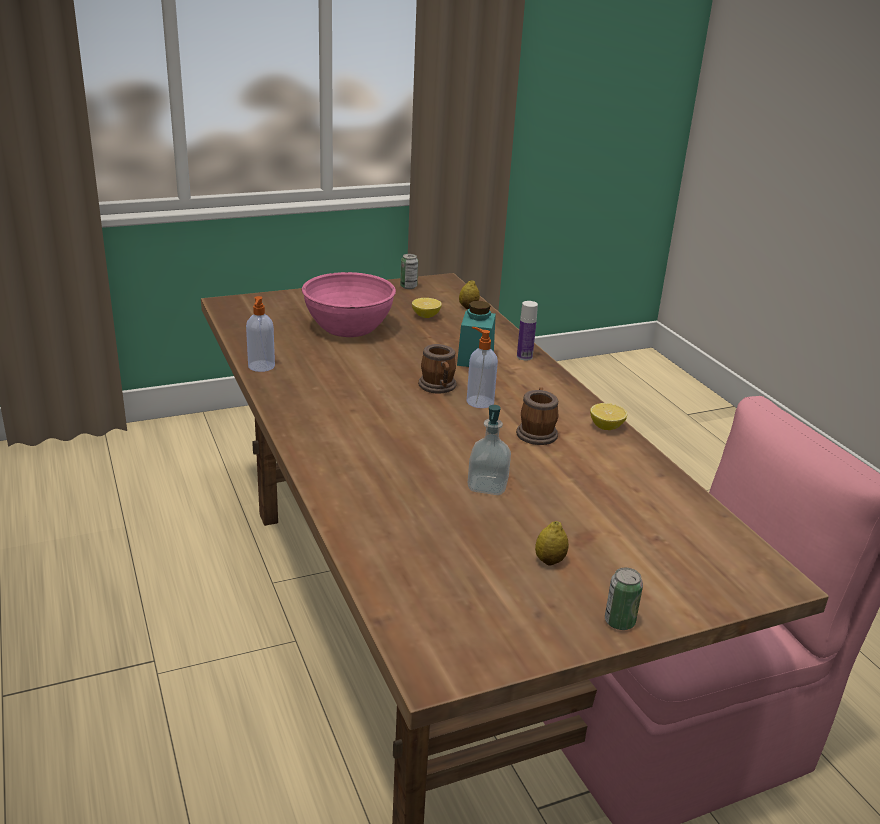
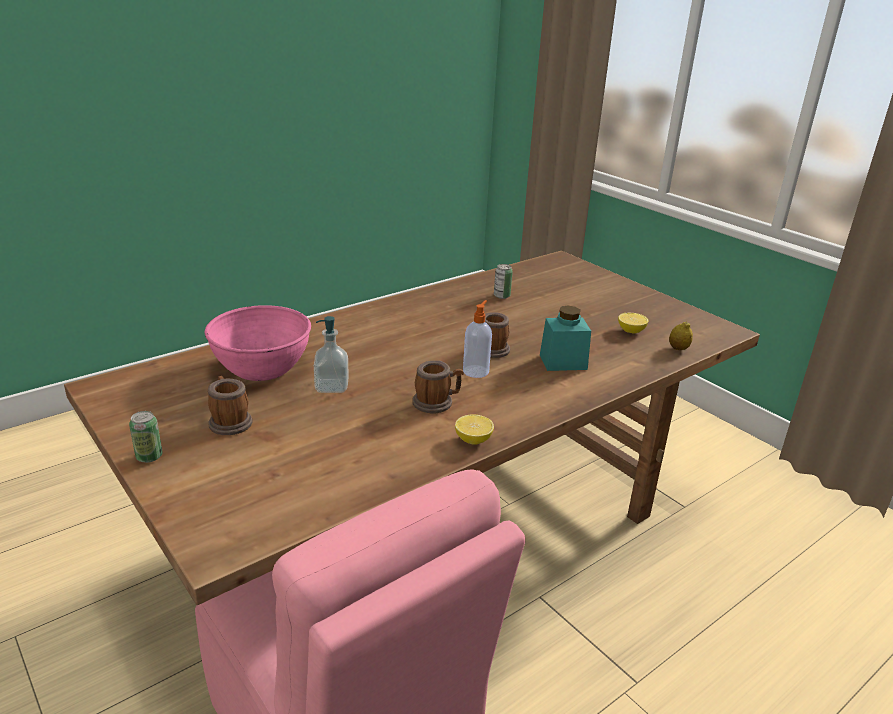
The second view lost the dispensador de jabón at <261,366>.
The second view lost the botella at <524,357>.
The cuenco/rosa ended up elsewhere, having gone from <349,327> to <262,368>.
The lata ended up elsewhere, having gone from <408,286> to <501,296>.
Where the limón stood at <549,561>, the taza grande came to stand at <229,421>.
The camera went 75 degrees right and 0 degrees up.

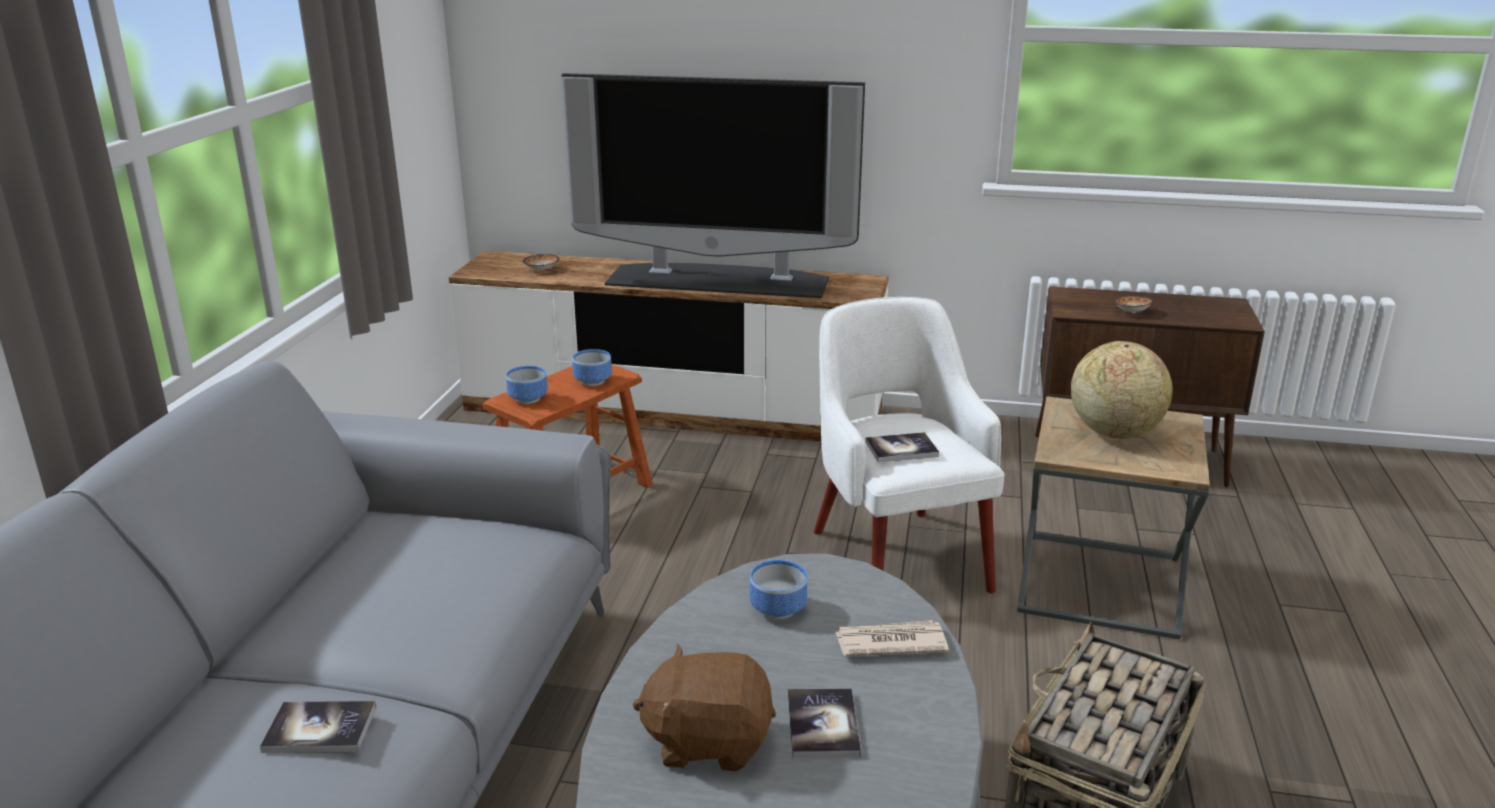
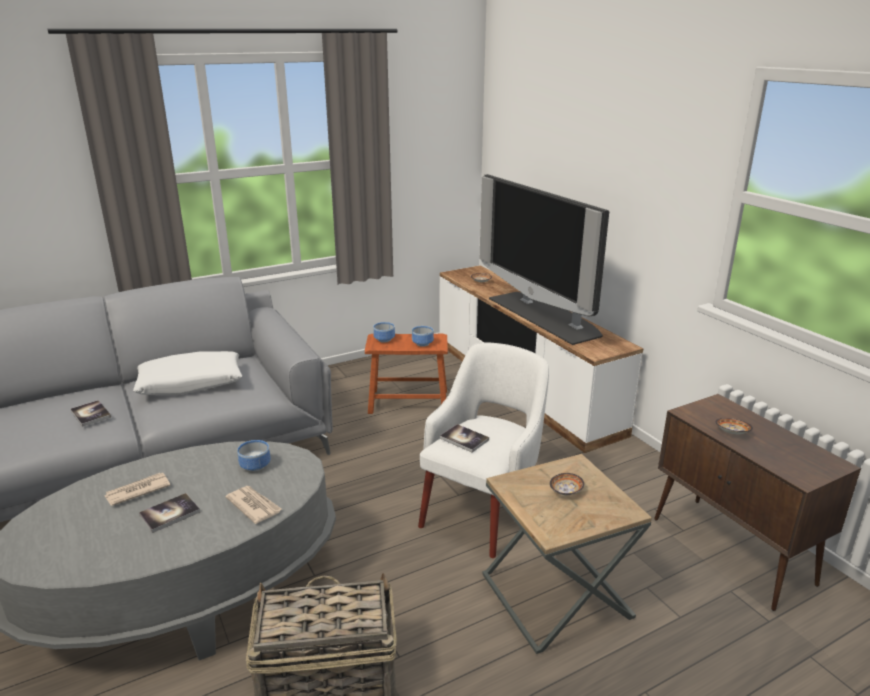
The second view gained the cojín/blanco at <191,383>.
Where the peluche/marrón stood at <708,741>, the periódico came to stand at <137,491>.
Where the globo terráqueo stood at <1114,432>, the cuenco came to stand at <566,492>.
The camera went 50 degrees right and 0 degrees up.

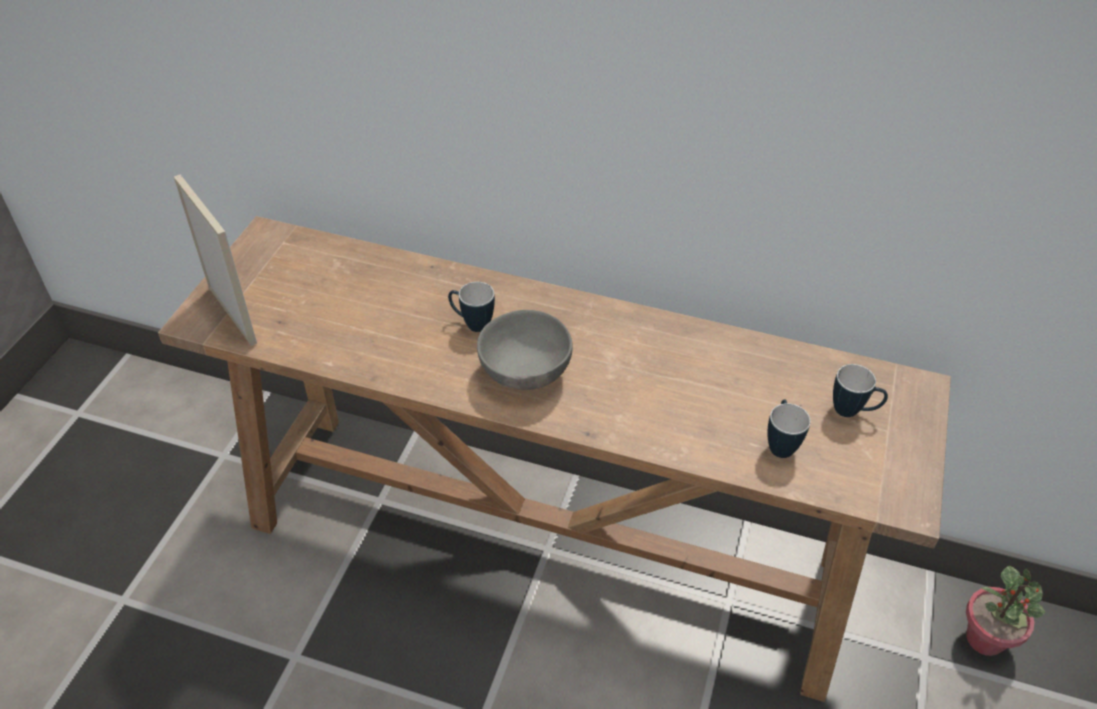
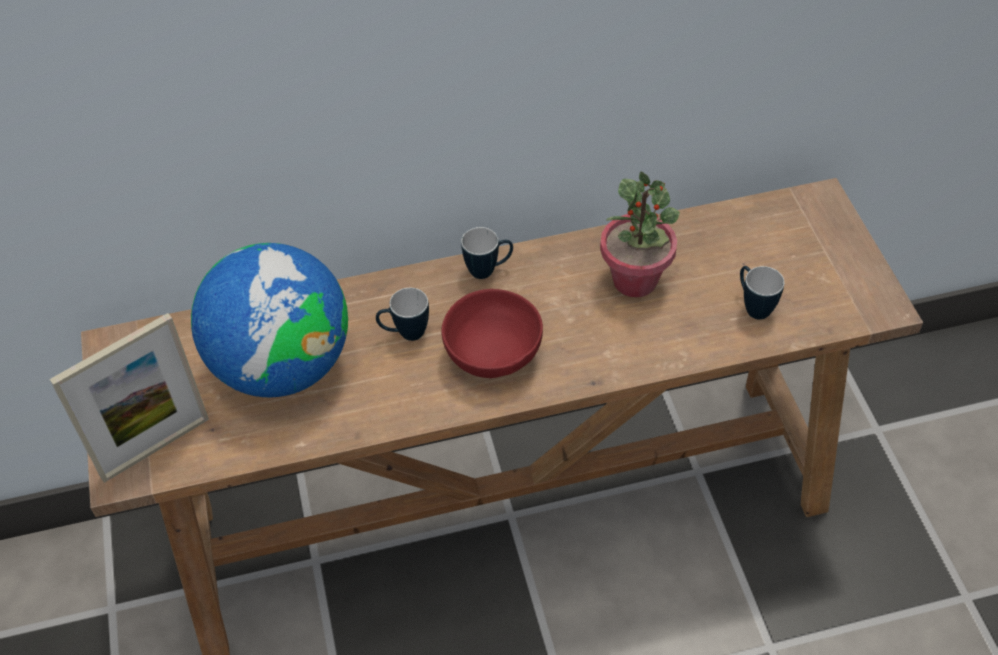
The second view gained the globo terráqueo at <282,366>.
The taza grande ended up elsewhere, having gone from <853,411> to <488,270>.
The planta en maceta ended up elsewhere, having gone from <985,639> to <635,280>.
What was the cuenco/gris at <524,374> turned into the cuenco/rojo at <494,357>.
The portarretratos at <232,315> ended up facing another way, 120 degrees clockwise from before.
The camera went 30 degrees left and 5 degrees up.

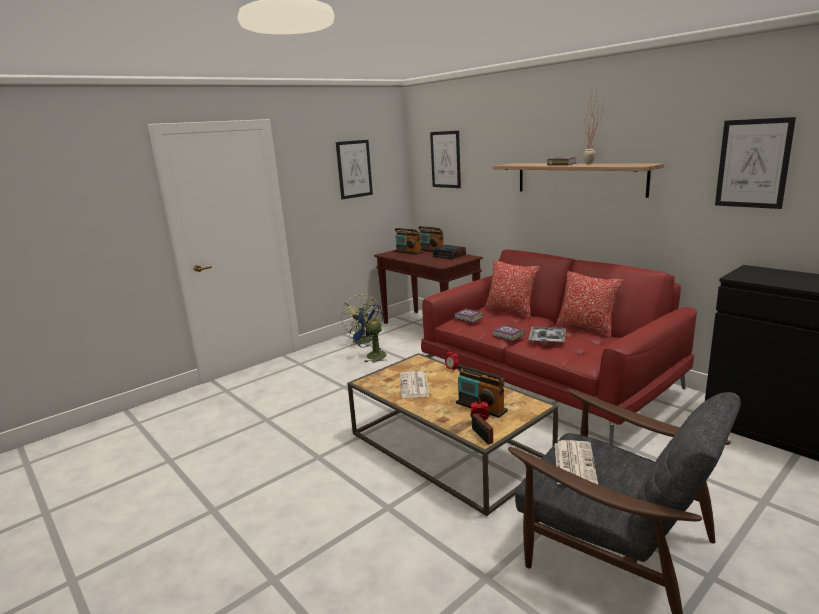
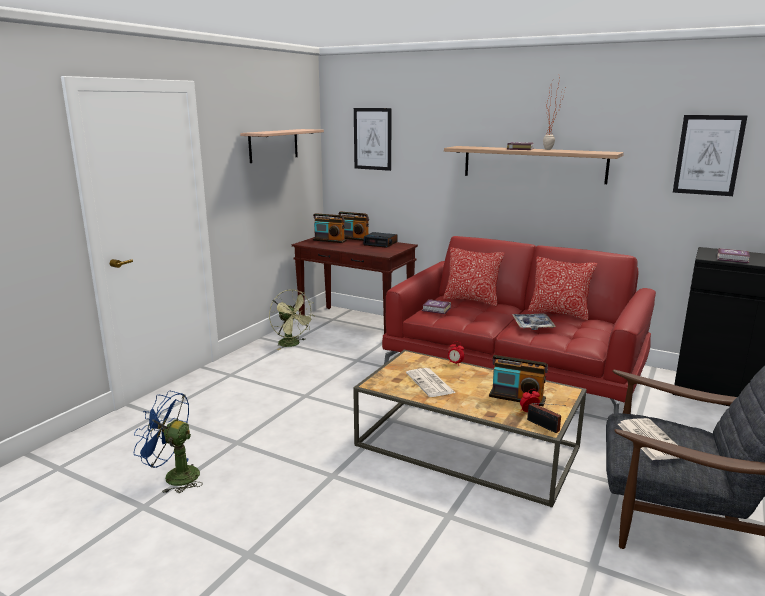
The ventilador/azul ended up elsewhere, having gone from <372,355> to <174,476>.
The libro ended up elsewhere, having gone from <508,336> to <733,259>.
Where the cuadro hung at <354,169>, the estante came to hang at <273,145>.
The camera went 20 degrees left and 0 degrees up.

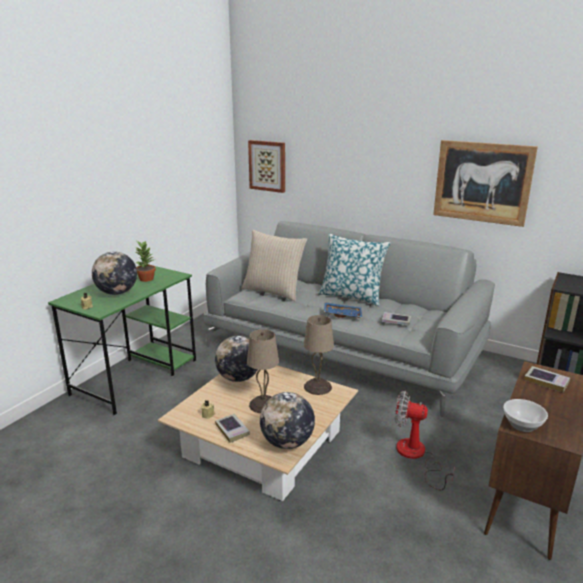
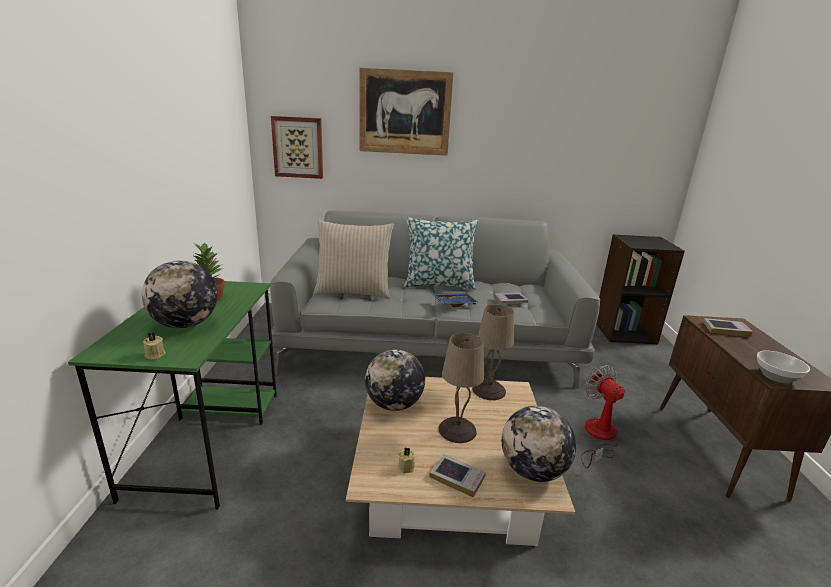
The cuadro ended up elsewhere, having gone from <482,182> to <405,112>.
The ventilador at <416,456> ended up facing another way, 75 degrees clockwise from before.
The camera went 30 degrees left and 0 degrees up.

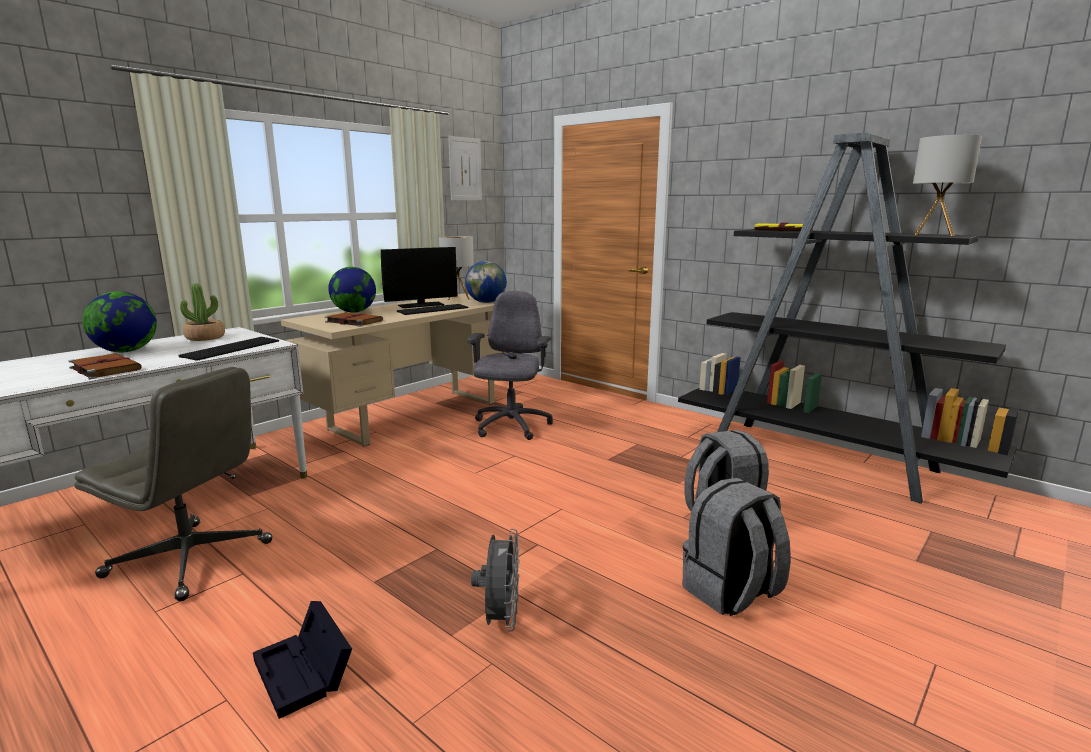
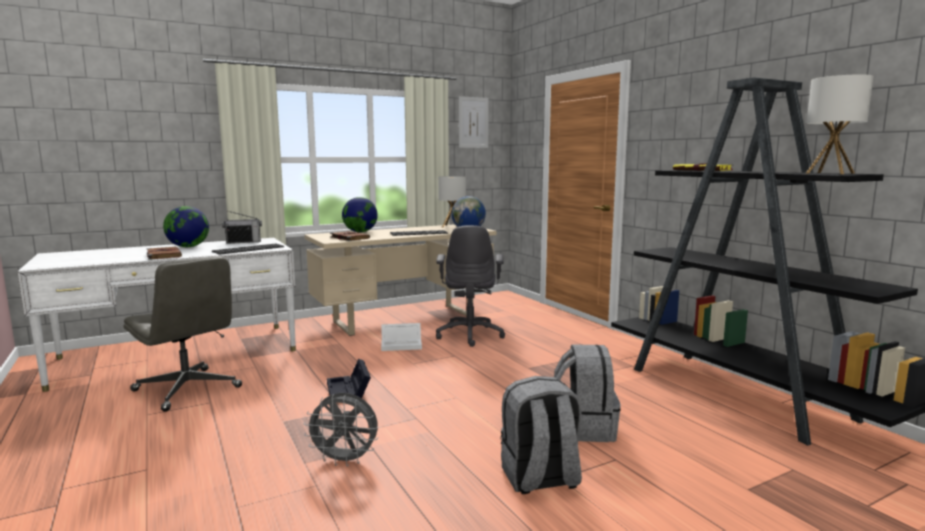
The second view lost the monitor at <421,305>.
The second view gained the caja de almacenaje/blanco at <402,344>.
The caja de almacenaje/negro ended up elsewhere, having gone from <305,673> to <349,391>.
Where the planta en maceta stood at <205,337>, the radio came to stand at <243,242>.
The silla de oficina/gris at <511,427> ended up facing another way, 150 degrees clockwise from before.
The ventilador/gris at <500,620> ended up facing another way, 75 degrees clockwise from before.
The camera went 20 degrees right and 5 degrees down.

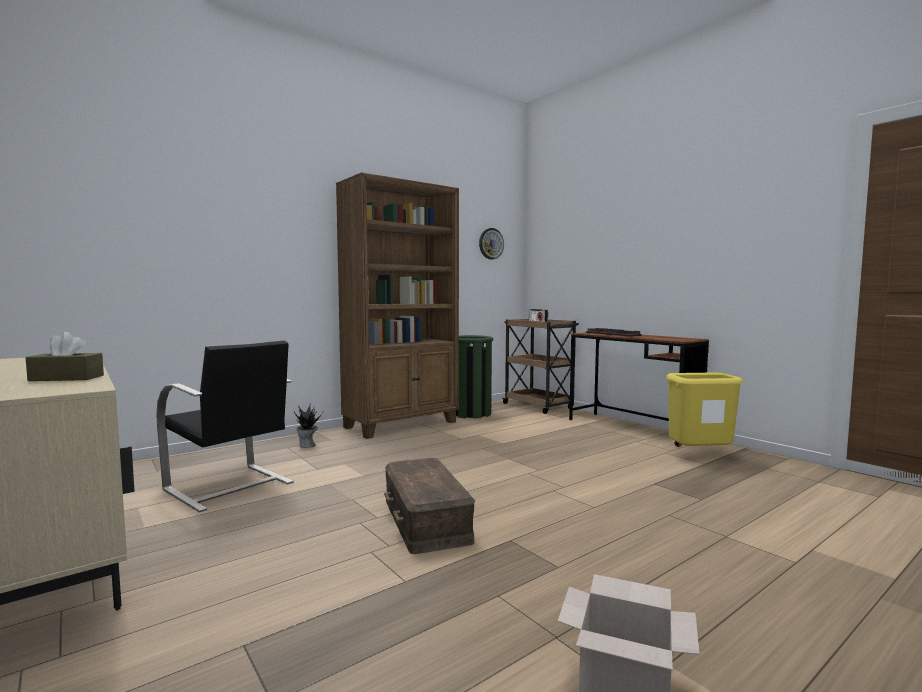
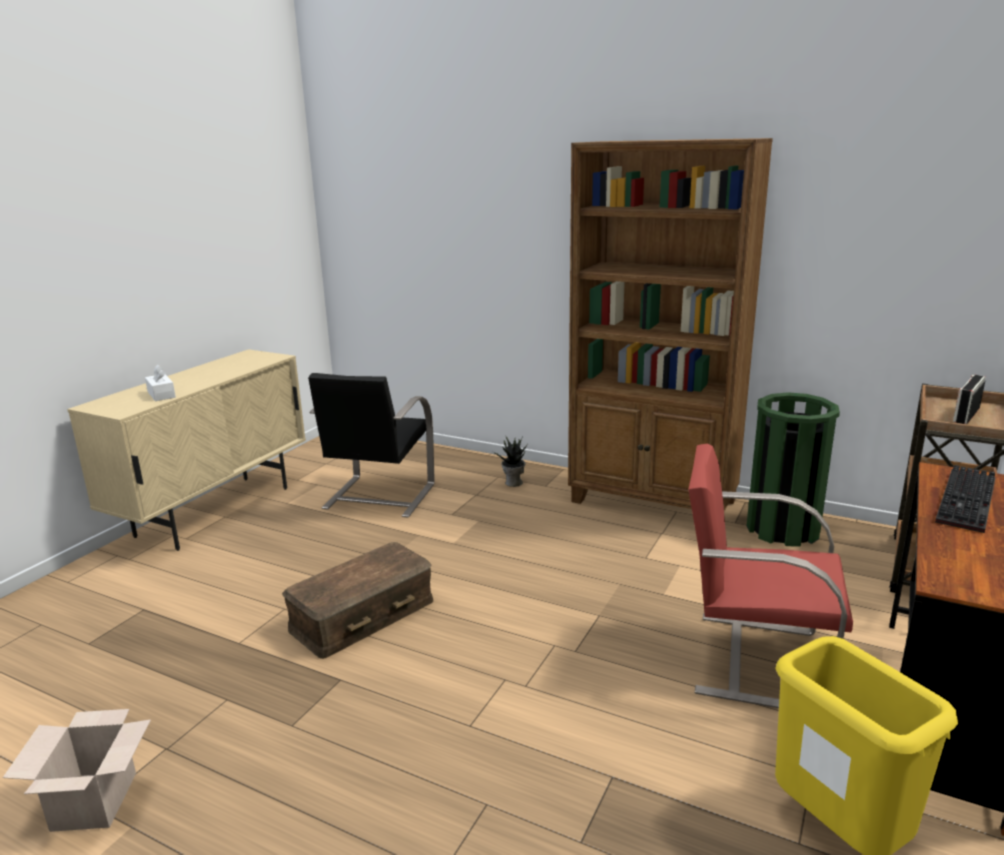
The second view lost the reloj de pared at <491,243>.
The second view gained the silla/rojo at <753,659>.
What was the caja de pañuelos/marrón at <66,378> turned into the caja de pañuelos/blanco at <161,394>.
The camera went 65 degrees right and 15 degrees up.

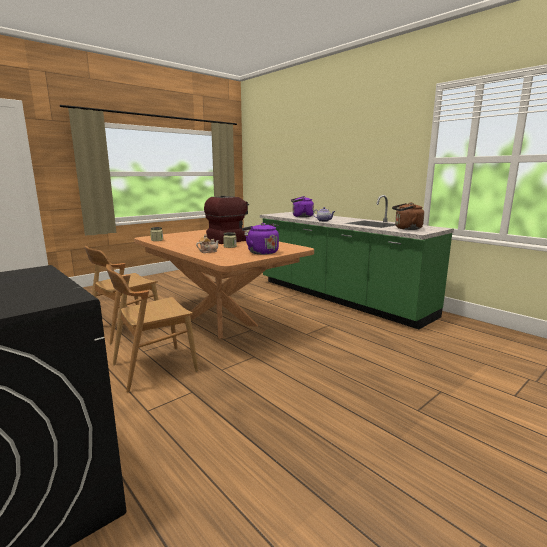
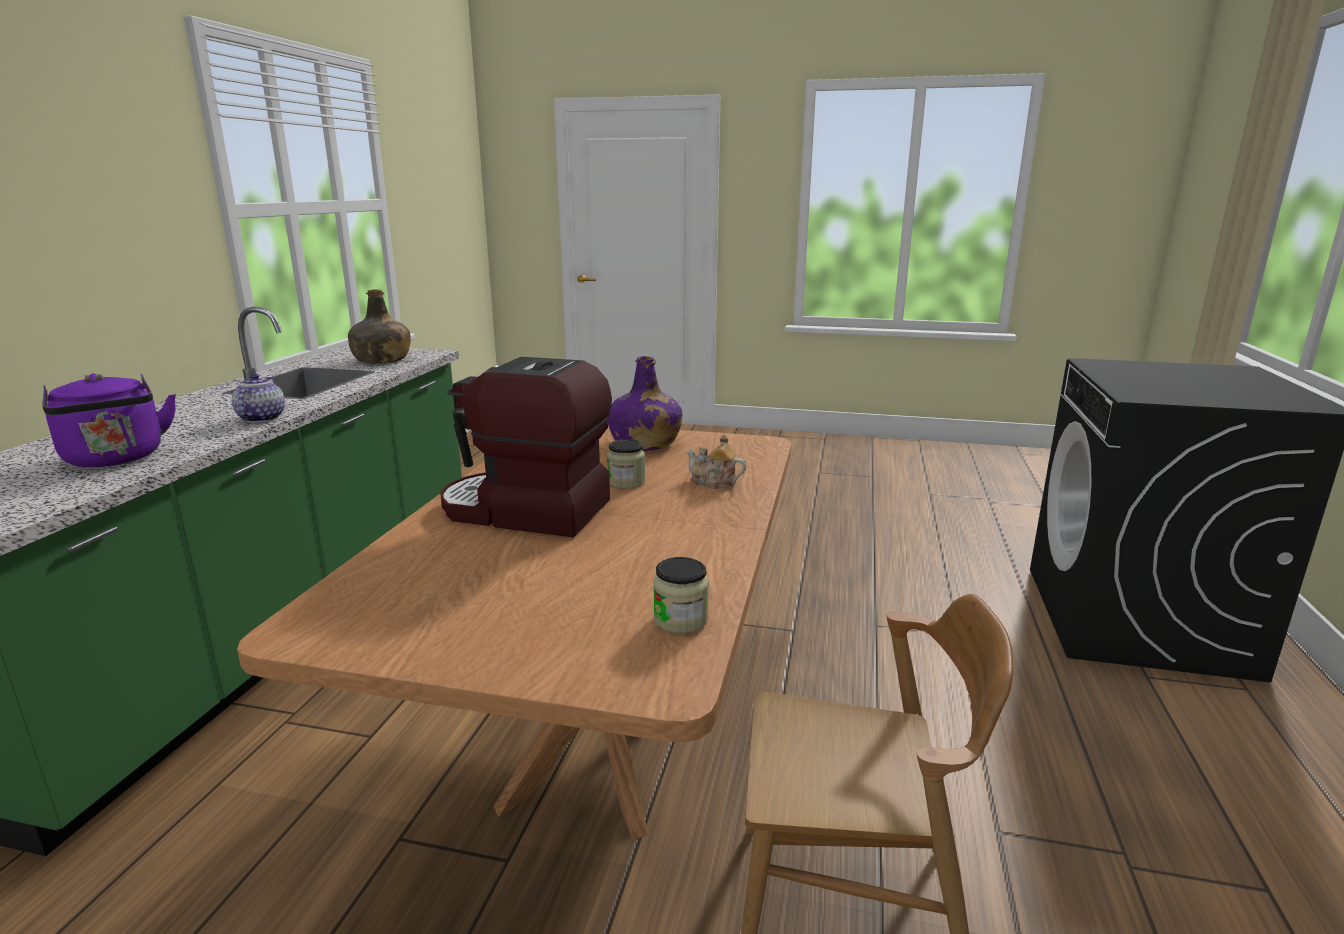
The second view lost the silla/marrón at <154,368>.
Where the hervidor/morado stood at <261,252>, the botella/morado came to stand at <644,443>.
Where the hervidor/marrón stood at <406,229>, the botella/verde came to stand at <382,360>.
The camera went 125 degrees left and 5 degrees up.

